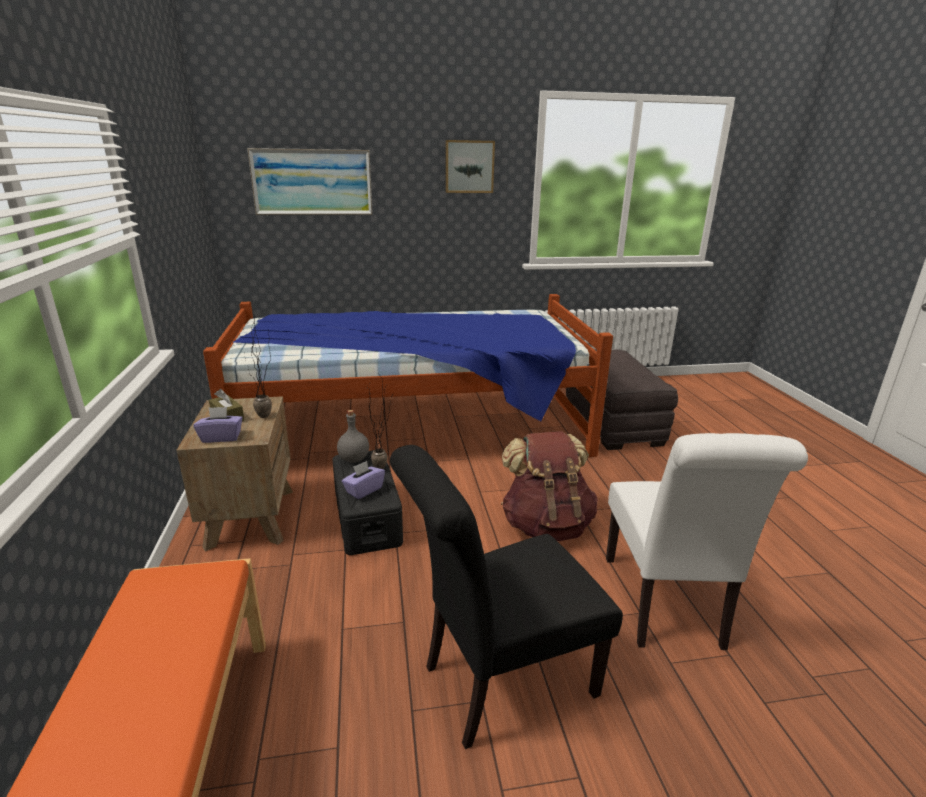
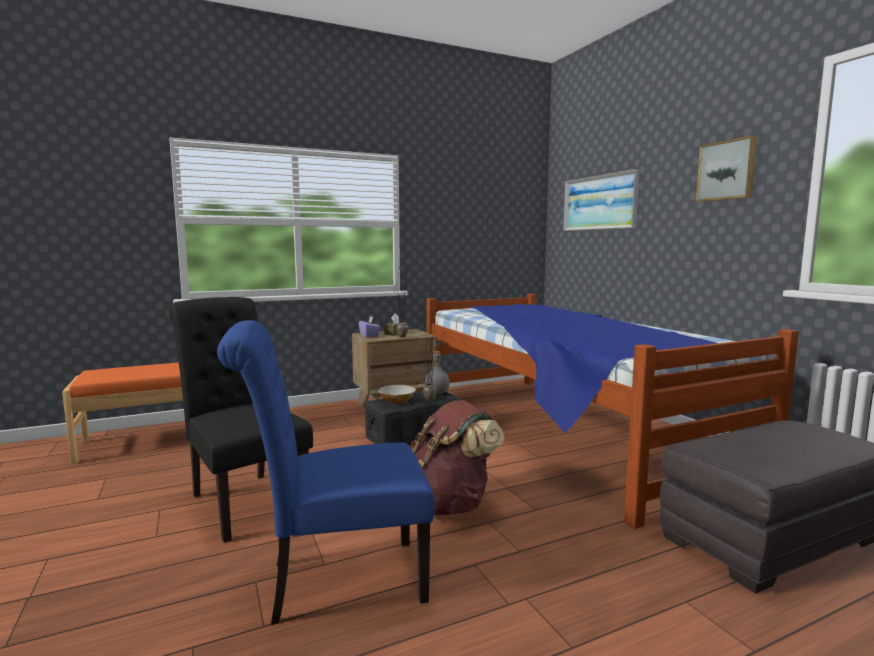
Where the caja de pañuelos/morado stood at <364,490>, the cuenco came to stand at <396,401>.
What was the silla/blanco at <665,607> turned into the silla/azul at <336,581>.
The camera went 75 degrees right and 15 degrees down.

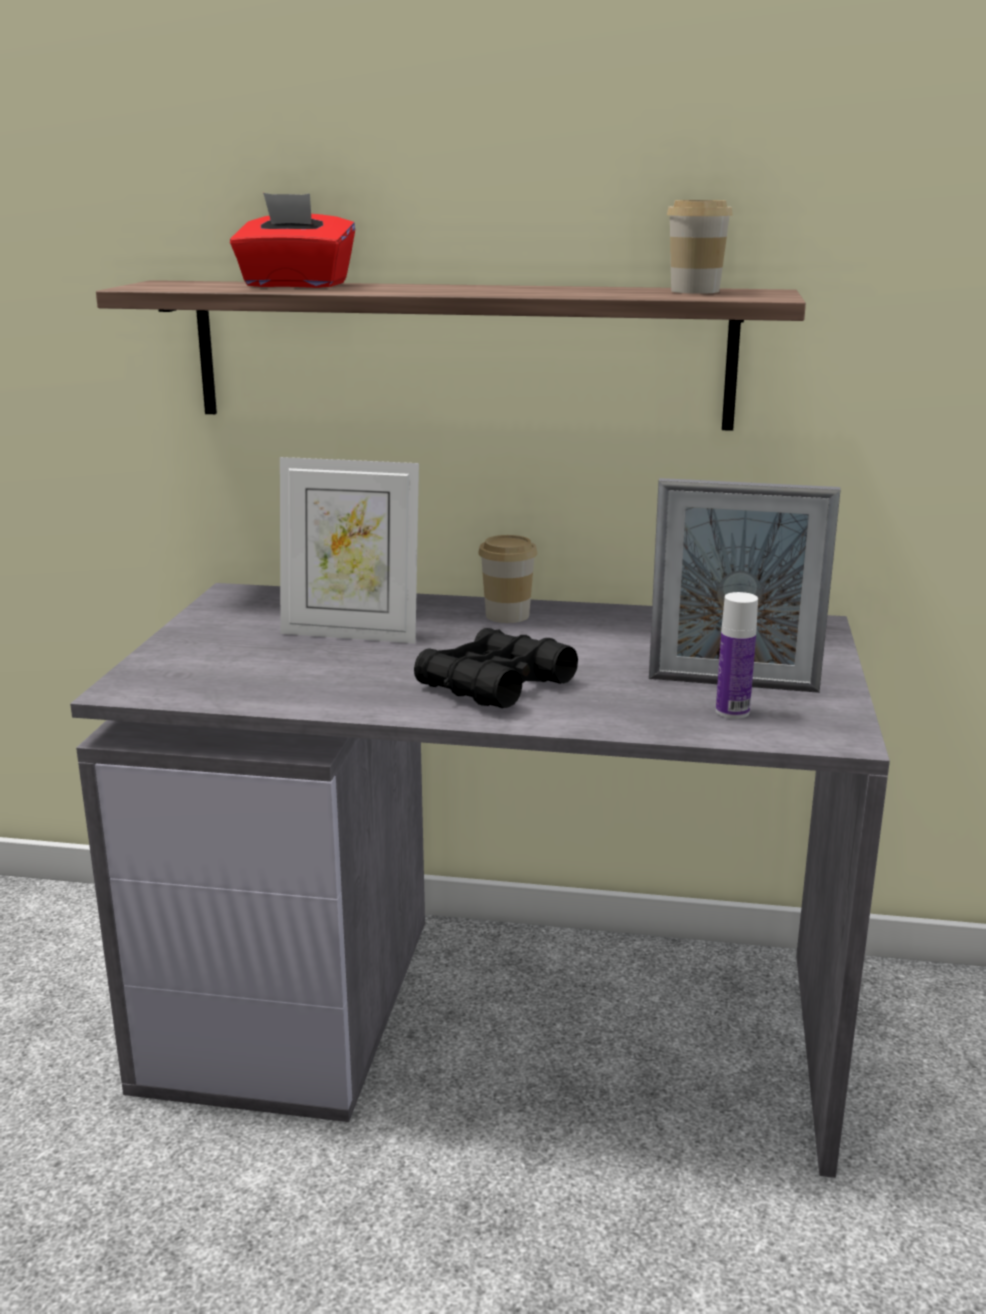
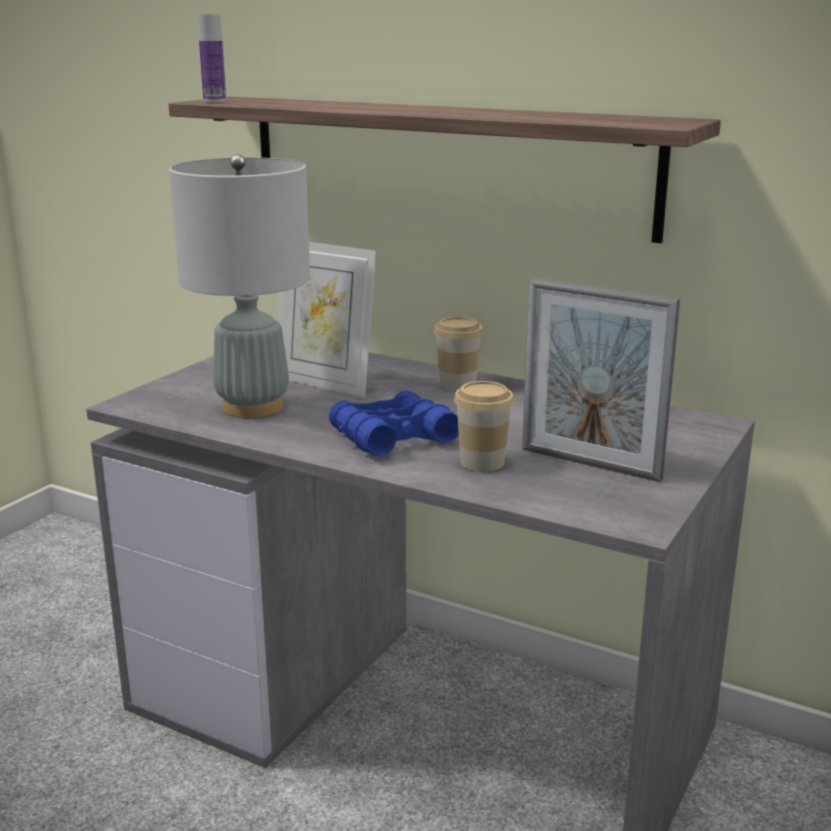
The second view lost the caja de pañuelos/rojo at <295,285>.
The second view gained the lámpara de mesa/gris at <252,407>.
The taza ended up elsewhere, having gone from <695,291> to <482,462>.
The botella ended up elsewhere, having gone from <732,712> to <214,101>.
What was the prismáticos/negro at <495,685> turned into the prismáticos/azul at <393,437>.
The camera went 20 degrees right and 0 degrees up.

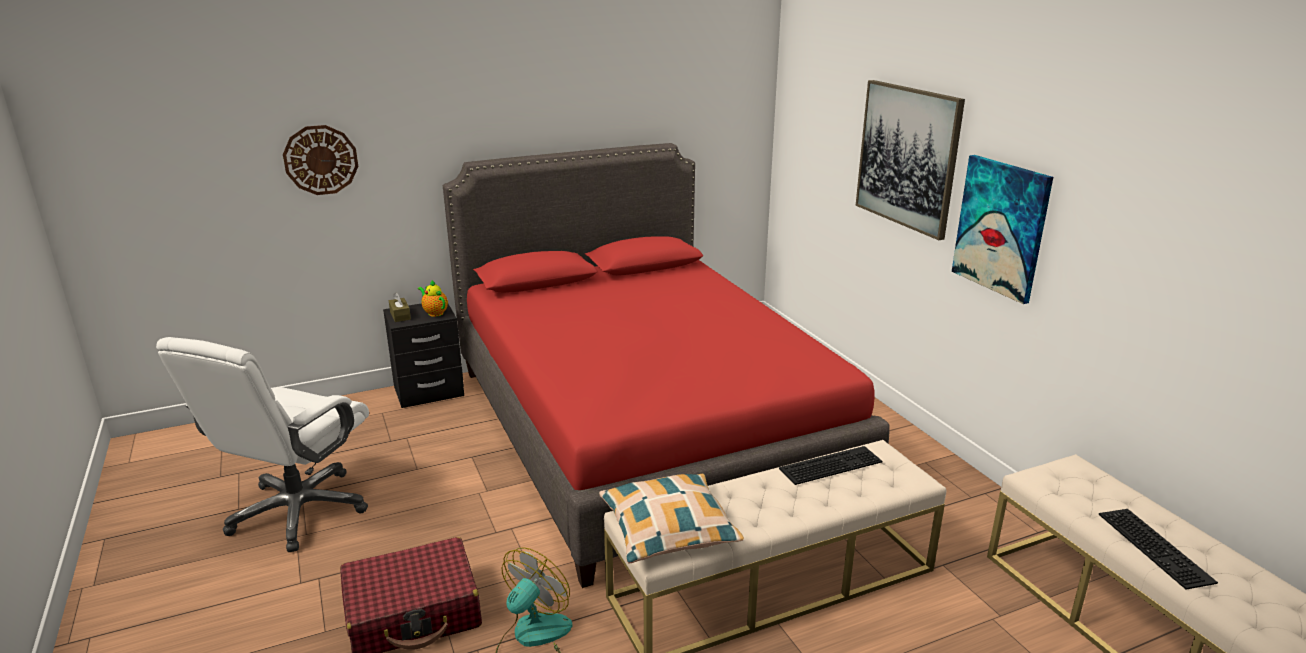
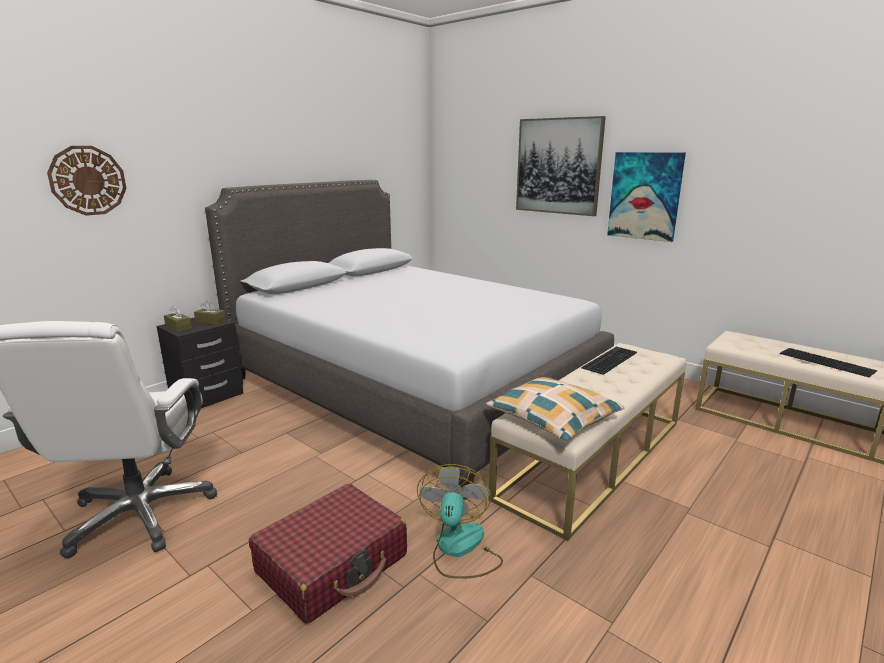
Where the tetera stood at <434,313>, the caja de pañuelos/marrón came to stand at <210,321>.
What was the cama/rojo at <643,430> turned into the cama/gris at <411,387>.
The camera went 25 degrees left and 5 degrees down.

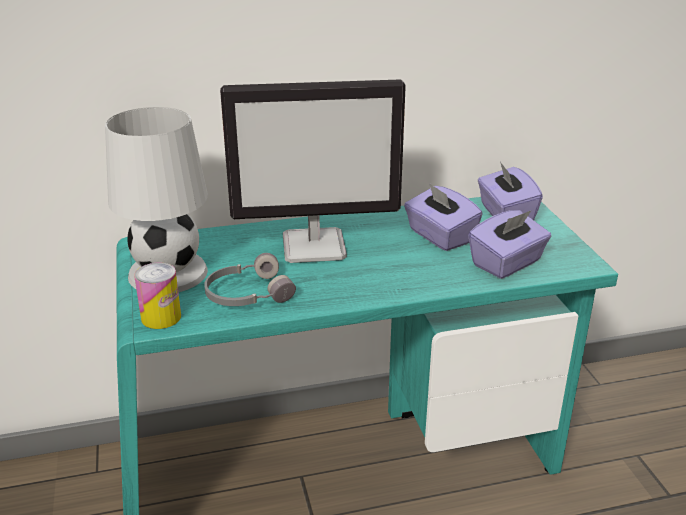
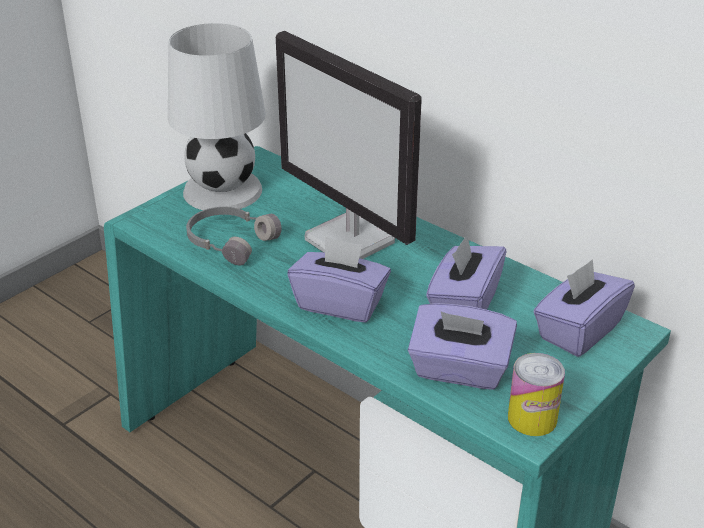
The second view gained the caja de pañuelos/morado at <340,303>.
The lata ended up elsewhere, having gone from <161,317> to <532,418>.
The camera went 55 degrees right and 5 degrees up.

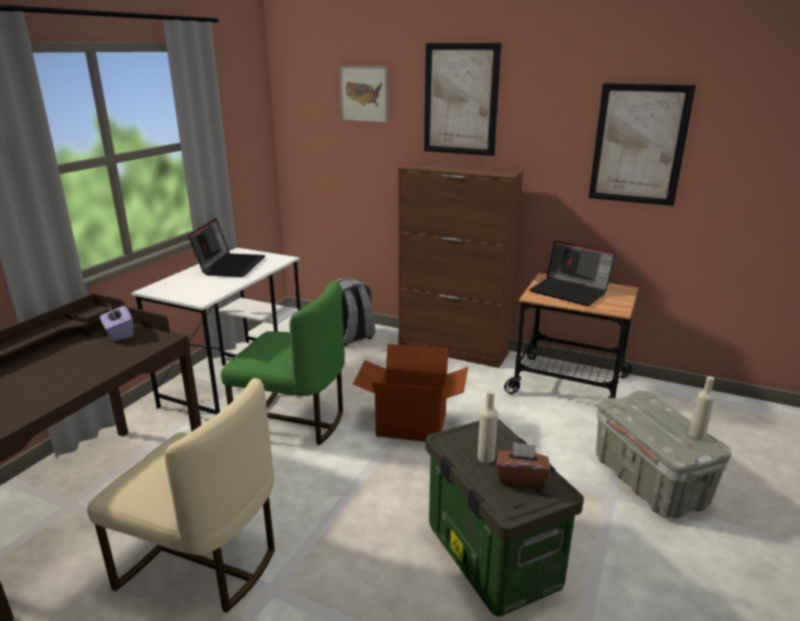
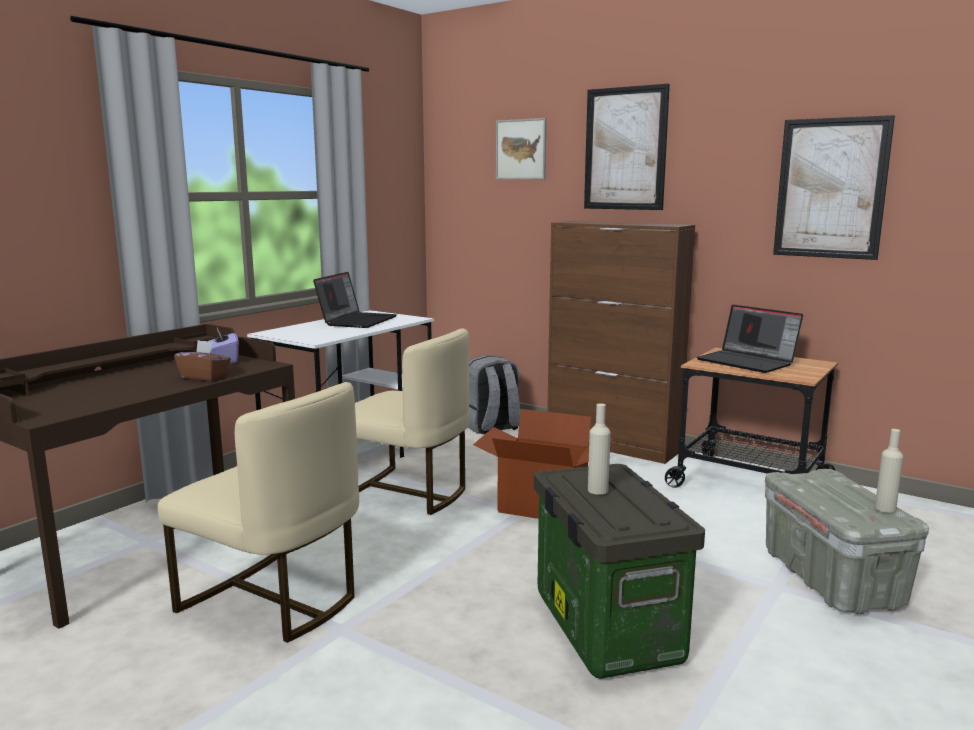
The caja de pañuelos/marrón ended up elsewhere, having gone from <521,479> to <204,377>.
What was the silla/verde at <293,421> turned into the silla/beis at <405,493>.
The camera went 10 degrees right and 10 degrees down.

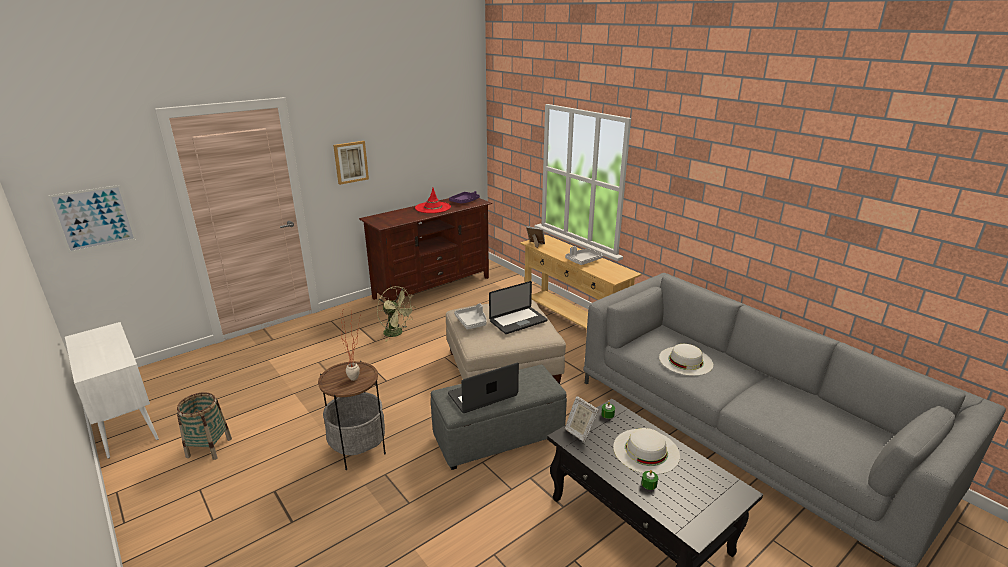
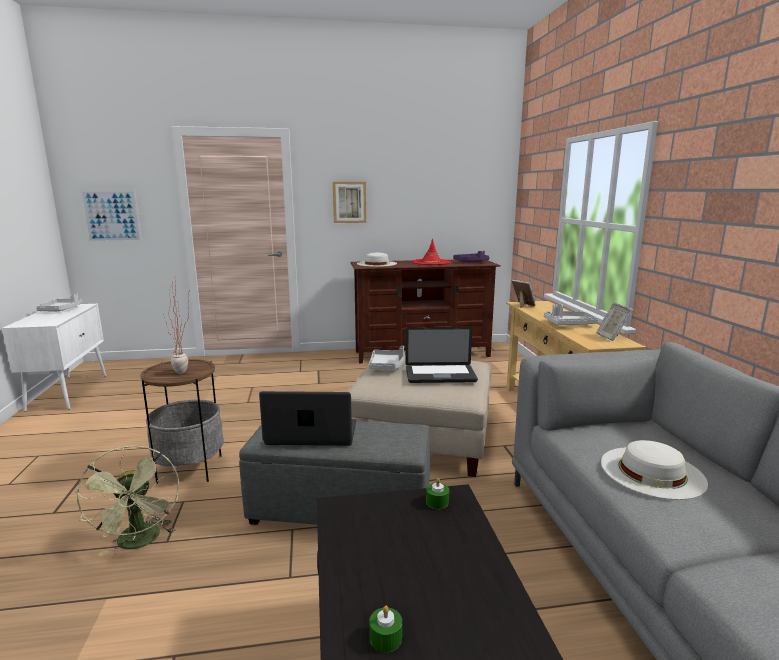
The second view lost the cesta at <209,447>.
The second view gained the bandeja/gris at <61,310>.
The ventilador/verde ended up elsewhere, having gone from <397,333> to <140,542>.
The portarretratos ended up elsewhere, having gone from <579,432> to <611,337>.
The sombrero/blanco ended up elsewhere, having gone from <646,450> to <377,263>.
The camera went 30 degrees right and 10 degrees down.

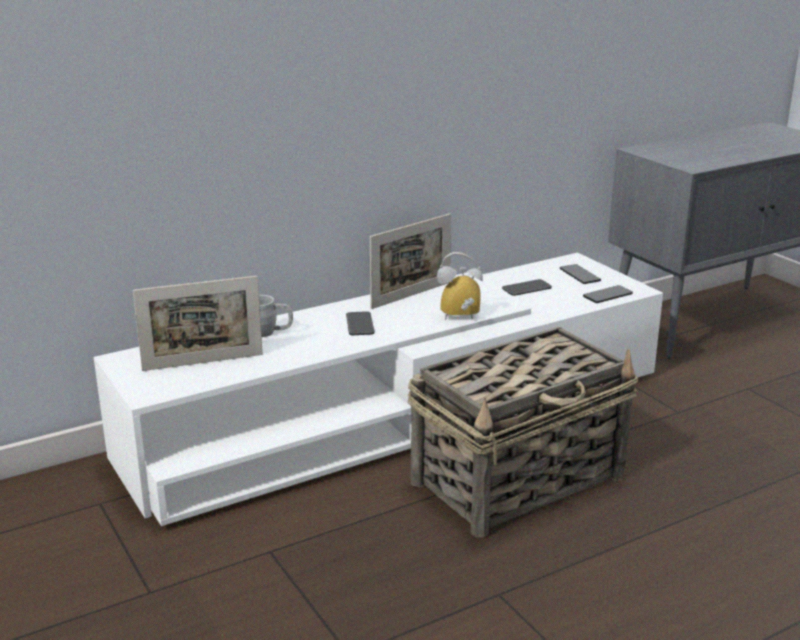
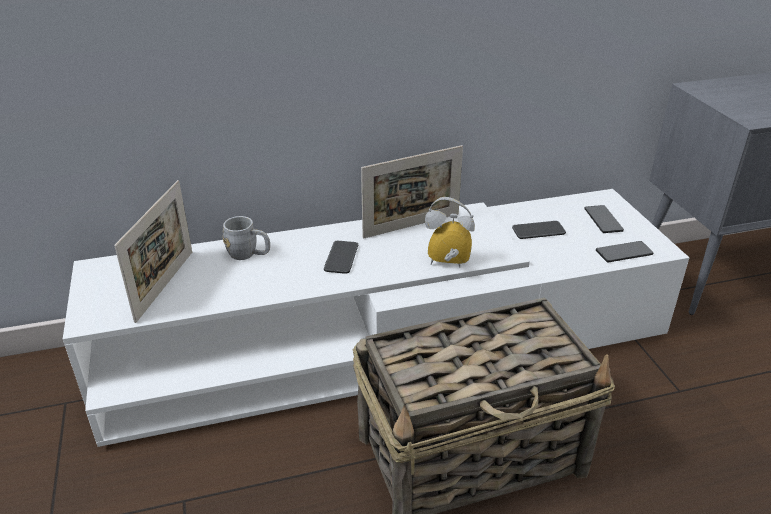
The portarretratos at <203,362> ended up facing another way, 75 degrees counterclockwise from before.
The camera went 15 degrees right and 10 degrees up.

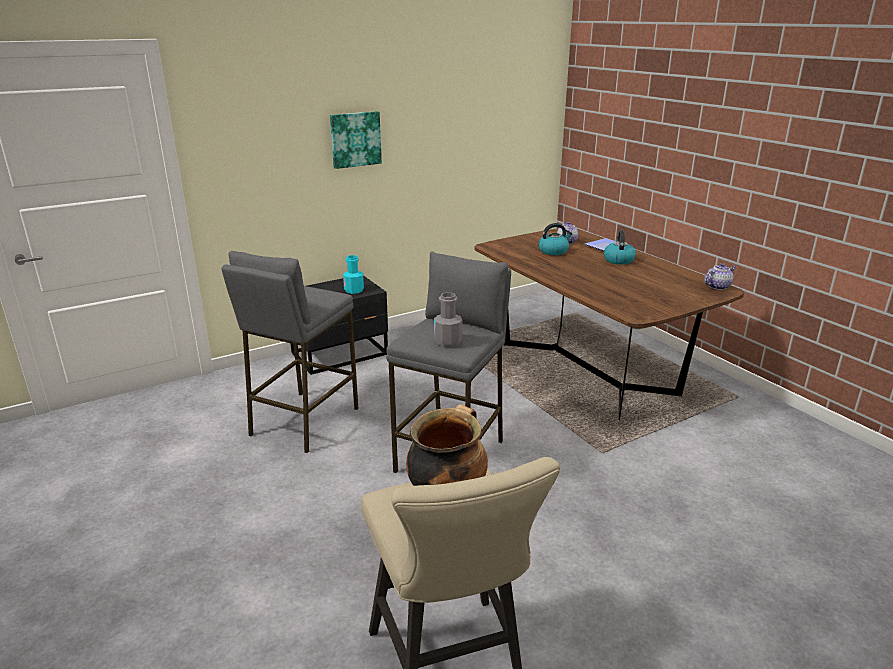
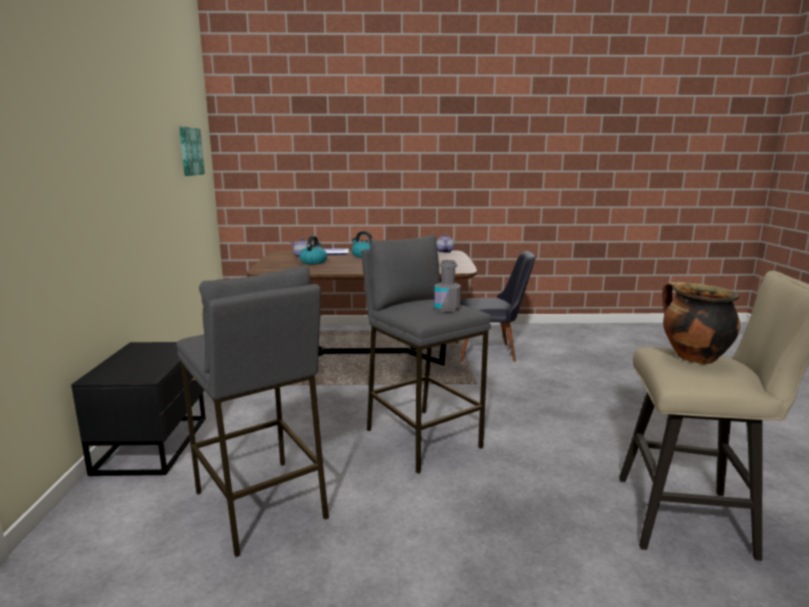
The second view lost the botella/turquesa at <354,290>.
The second view gained the silla/negro at <492,353>.
The cuadro ended up elsewhere, having gone from <355,139> to <190,151>.
The camera went 60 degrees left and 10 degrees down.

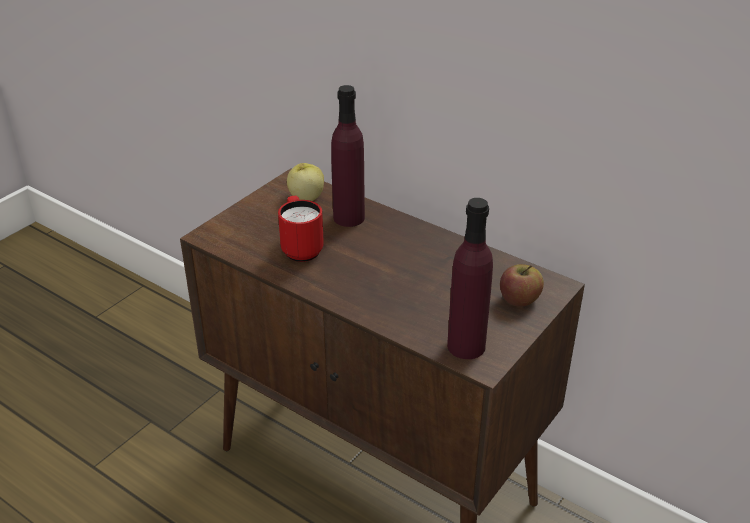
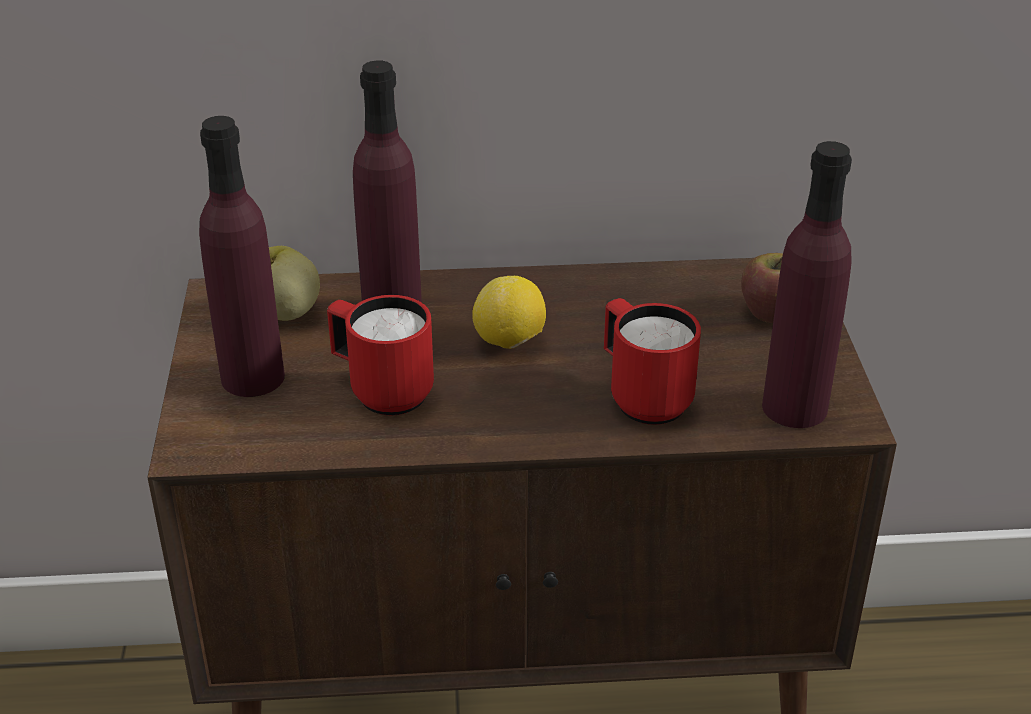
The second view gained the botella/morado at <252,377>.
The second view gained the limón at <510,343>.
The second view gained the taza grande/rojo at <642,398>.
The camera went 40 degrees left and 0 degrees up.

